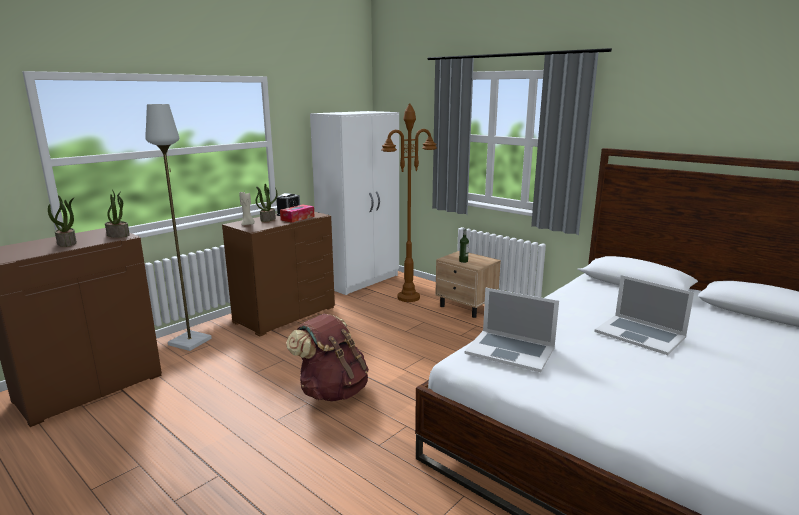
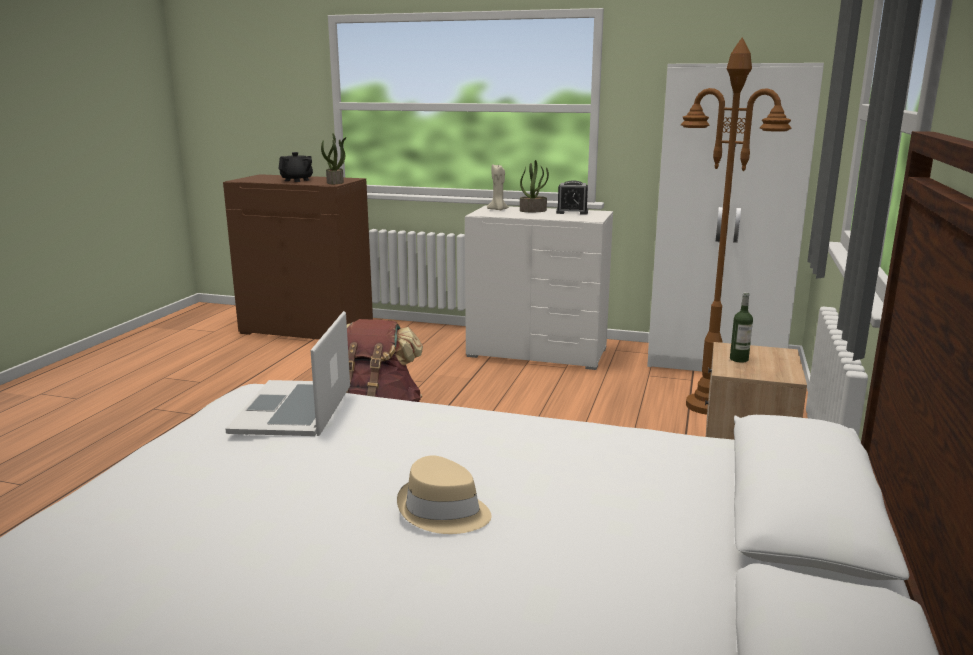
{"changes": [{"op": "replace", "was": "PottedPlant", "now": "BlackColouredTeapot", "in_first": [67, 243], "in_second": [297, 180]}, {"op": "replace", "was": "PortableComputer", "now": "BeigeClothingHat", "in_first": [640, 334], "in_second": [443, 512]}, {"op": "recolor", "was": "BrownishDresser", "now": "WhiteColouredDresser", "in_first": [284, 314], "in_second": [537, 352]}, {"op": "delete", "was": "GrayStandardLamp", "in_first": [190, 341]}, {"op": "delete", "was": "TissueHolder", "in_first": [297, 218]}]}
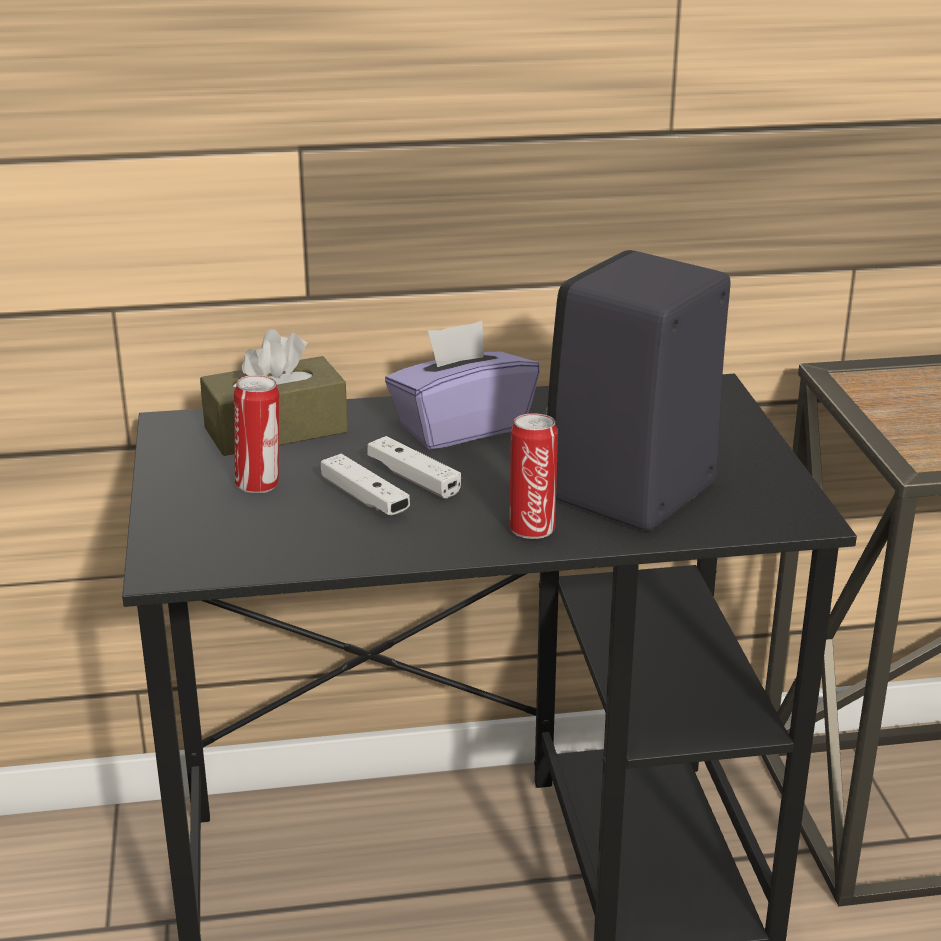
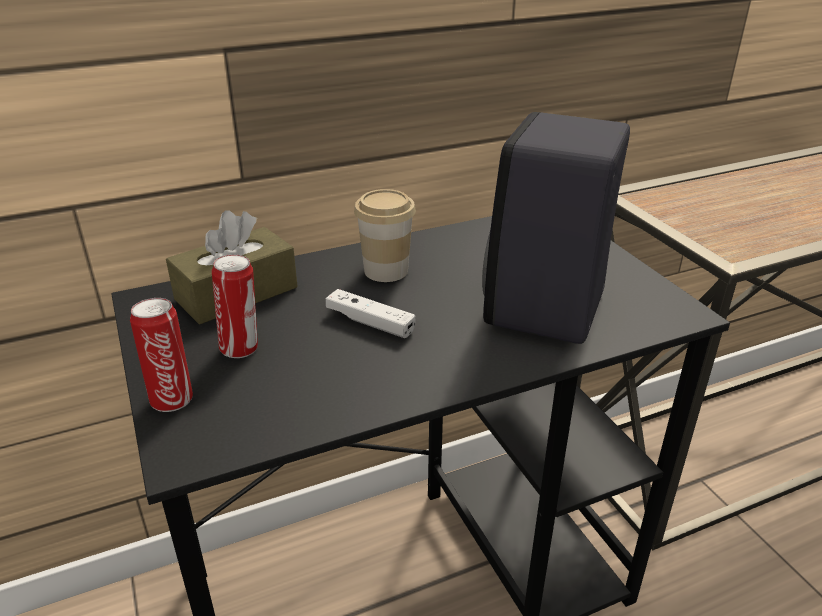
{"changes": [{"op": "move", "was": "Can", "in_first": [532, 528], "in_second": [172, 399]}, {"op": "replace", "was": "PurpleColouredTissueHolder", "now": "DrinkingCup", "in_first": [461, 427], "in_second": [386, 270]}, {"op": "delete", "was": "WhiteColouredGameController", "in_first": [364, 498]}]}
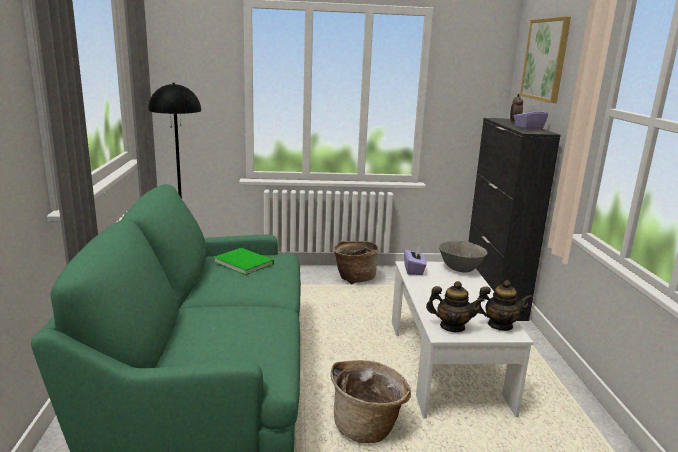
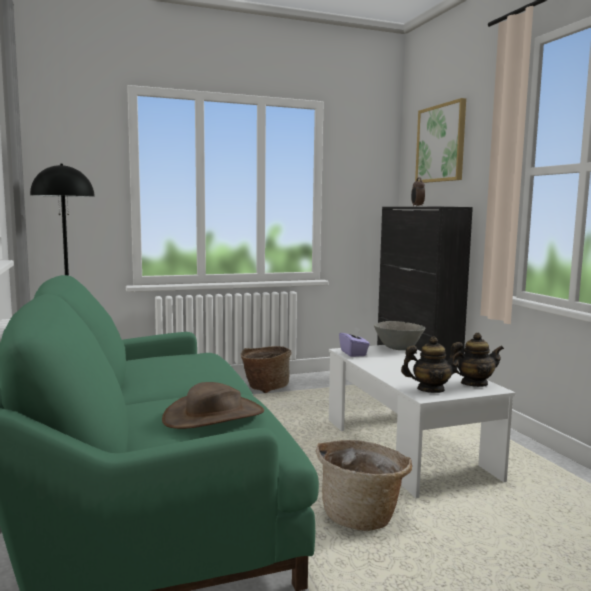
{"changes": [{"op": "insert", "now": "BrownishClothingHat", "in_second": [214, 416]}, {"op": "delete", "was": "GreenishBook", "in_first": [243, 262]}, {"op": "delete", "was": "PurpleColouredTissueHolder", "in_first": [528, 128]}]}
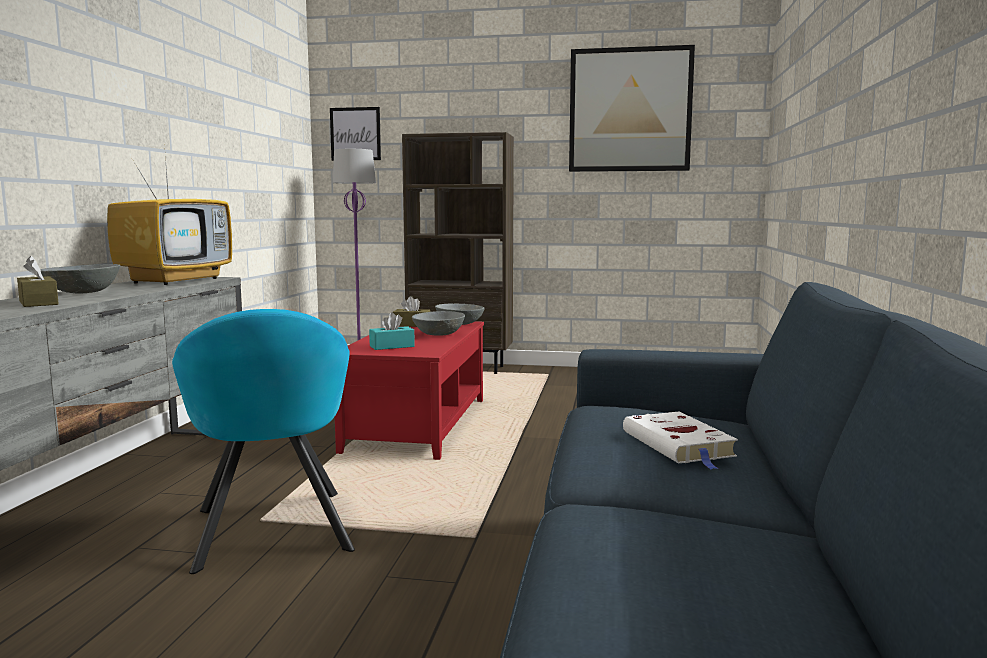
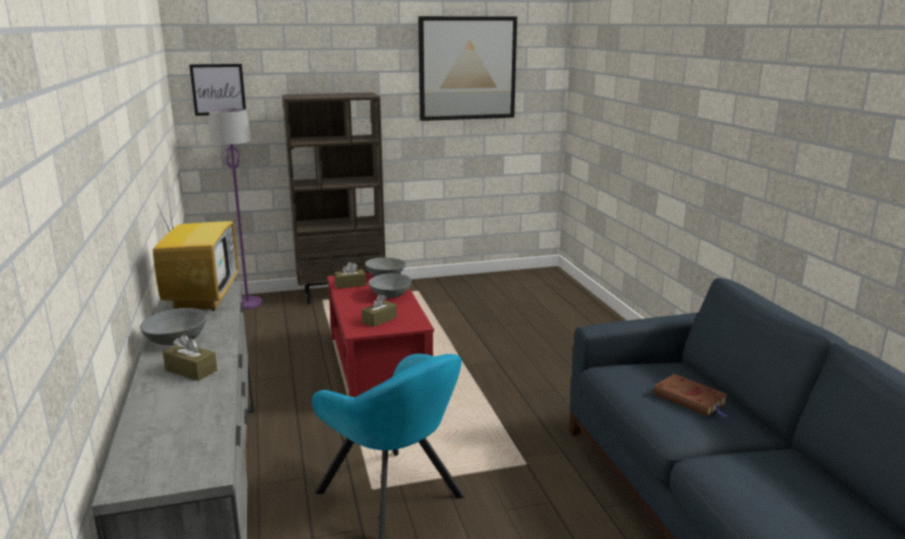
{"changes": [{"op": "recolor", "was": "BlueGreenTissueHolder", "now": "BrownishTissueHolder", "in_first": [392, 346], "in_second": [379, 320]}, {"op": "recolor", "was": "WhiteColouredBook", "now": "BrownishBook", "in_first": [680, 445], "in_second": [691, 400]}]}
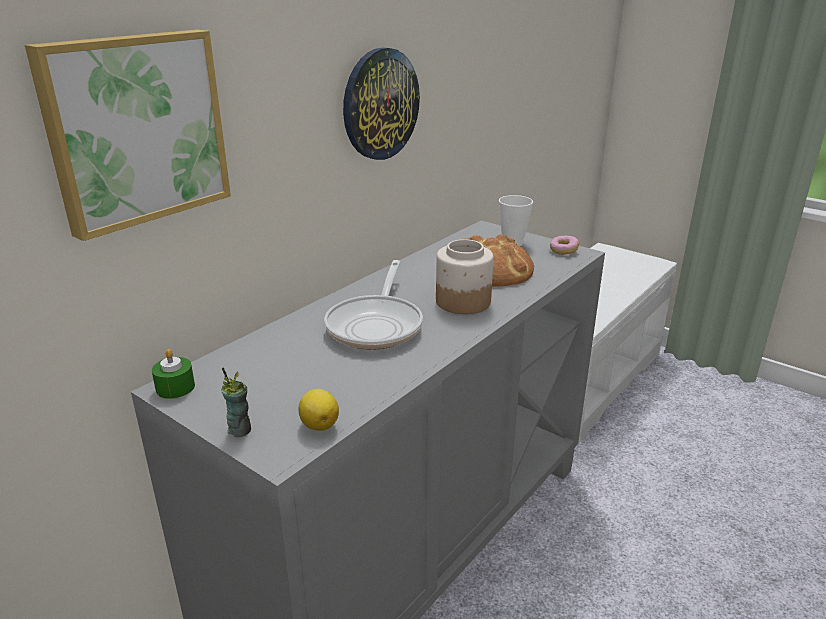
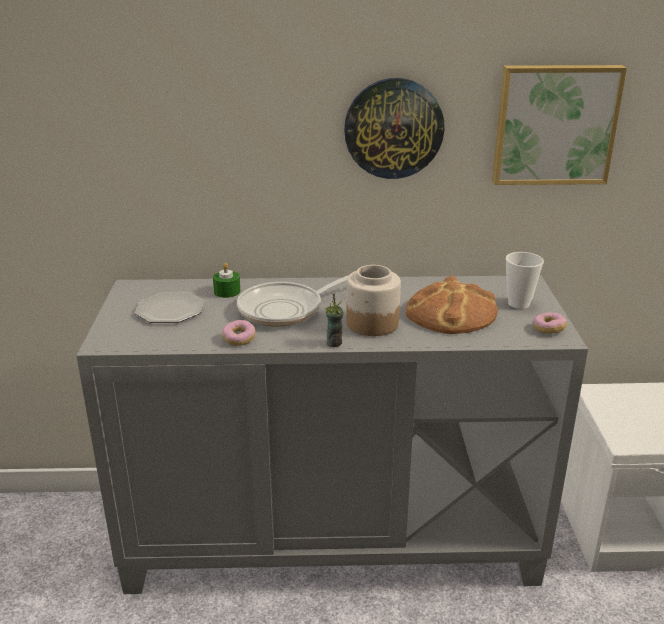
{"changes": [{"op": "insert", "now": "DinnerPlate", "in_second": [170, 310]}, {"op": "move", "was": "GreenishWaxLight", "in_first": [175, 387], "in_second": [227, 291]}, {"op": "insert", "now": "Donut", "in_second": [239, 339]}, {"op": "move", "was": "DrinkingCup", "in_first": [240, 430], "in_second": [334, 343]}, {"op": "move", "was": "WallPicture", "in_first": [136, 129], "in_second": [554, 124]}, {"op": "delete", "was": "CitrusFruit", "in_first": [319, 424]}]}
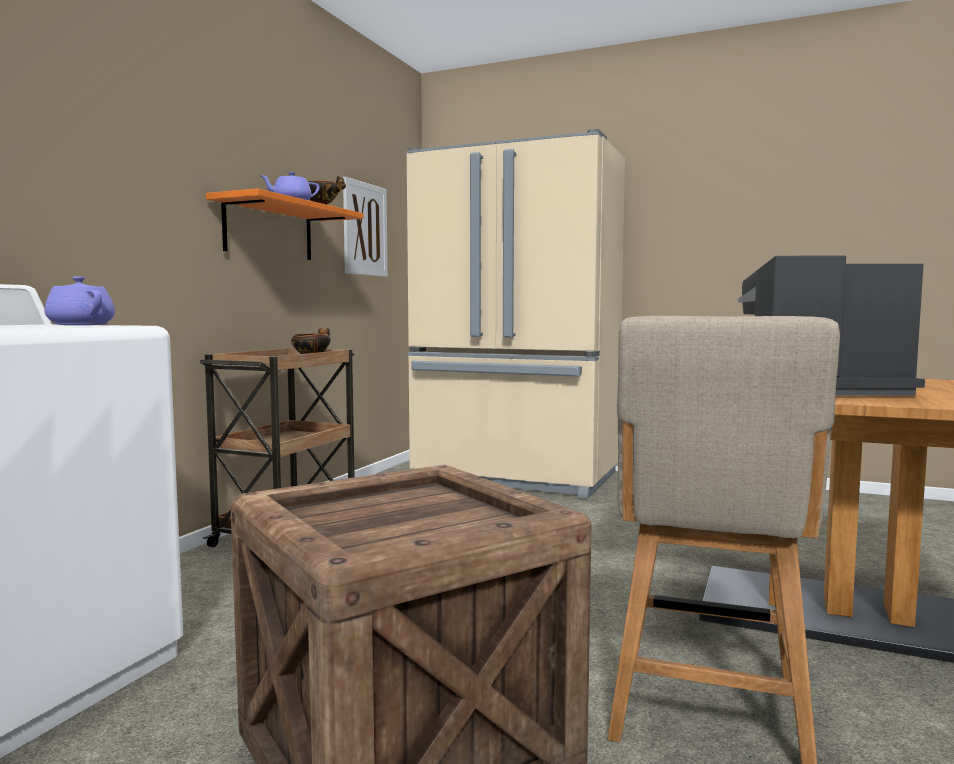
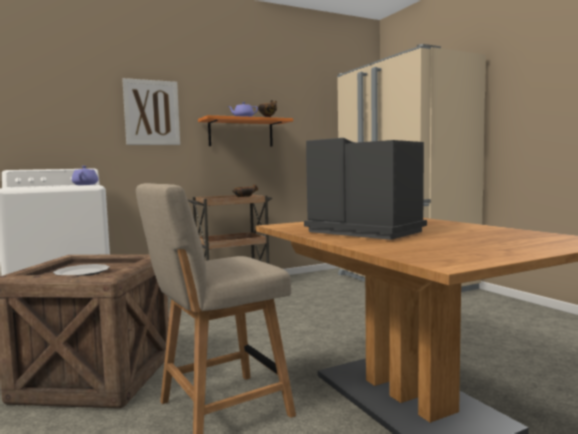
{"changes": [{"op": "insert", "now": "DinnerPlate", "in_second": [83, 272]}, {"op": "move", "was": "WallPicture", "in_first": [365, 229], "in_second": [152, 112]}]}
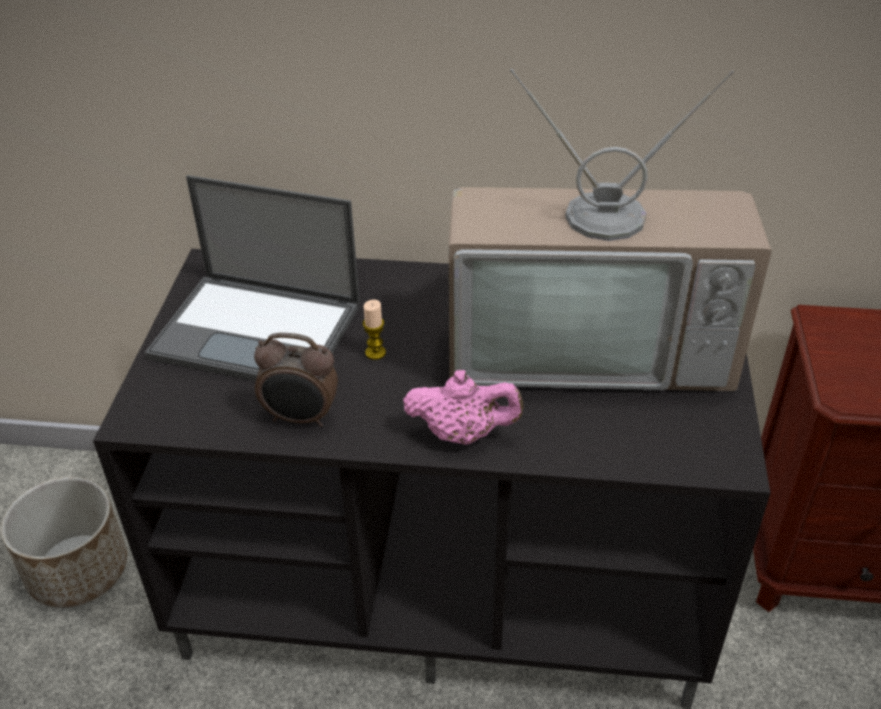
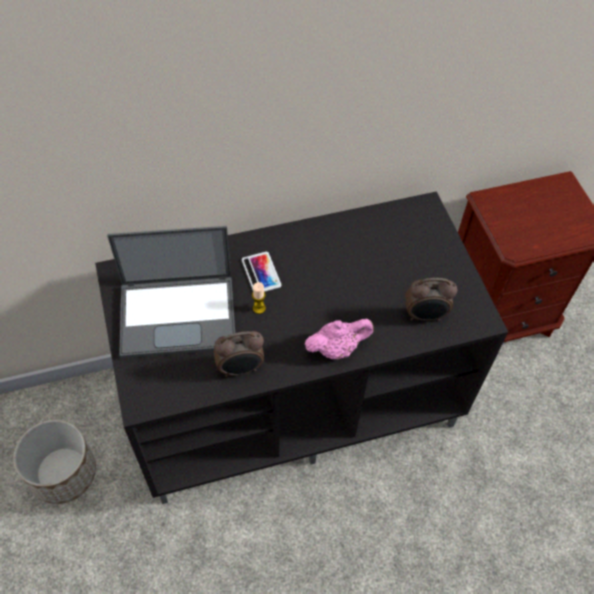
{"changes": [{"op": "insert", "now": "Telephone", "in_second": [261, 273]}, {"op": "insert", "now": "BedsideClock", "in_second": [425, 316]}, {"op": "delete", "was": "Television", "in_first": [590, 344]}]}
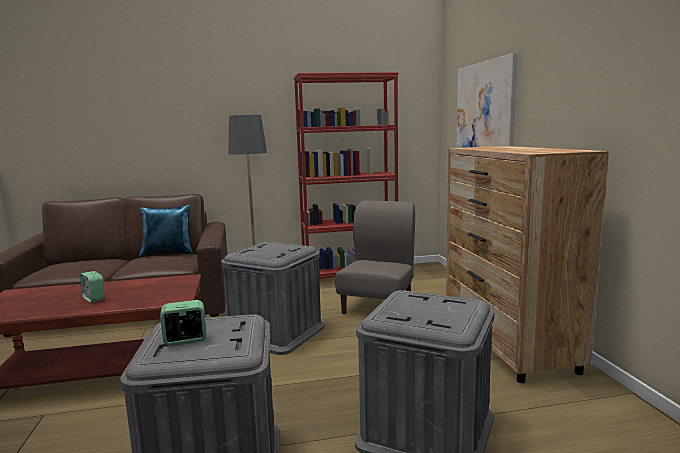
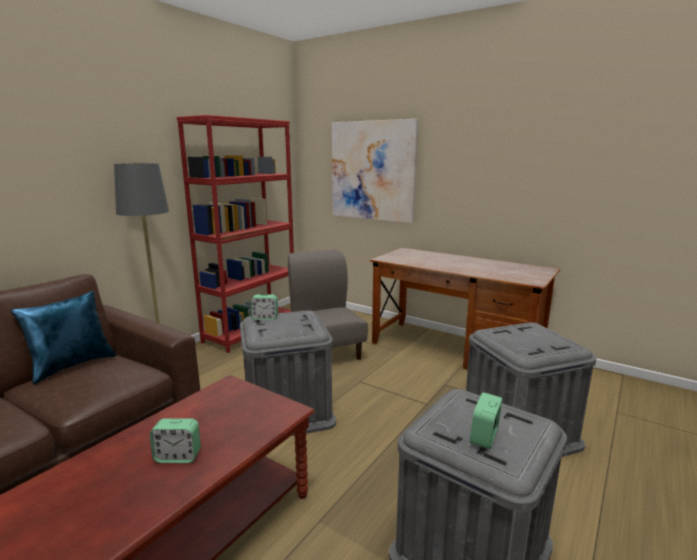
{"changes": [{"op": "insert", "now": "BedsideClock", "in_second": [265, 318]}, {"op": "replace", "was": "BrownishDresser", "now": "DeskUnit", "in_first": [508, 344], "in_second": [455, 351]}]}
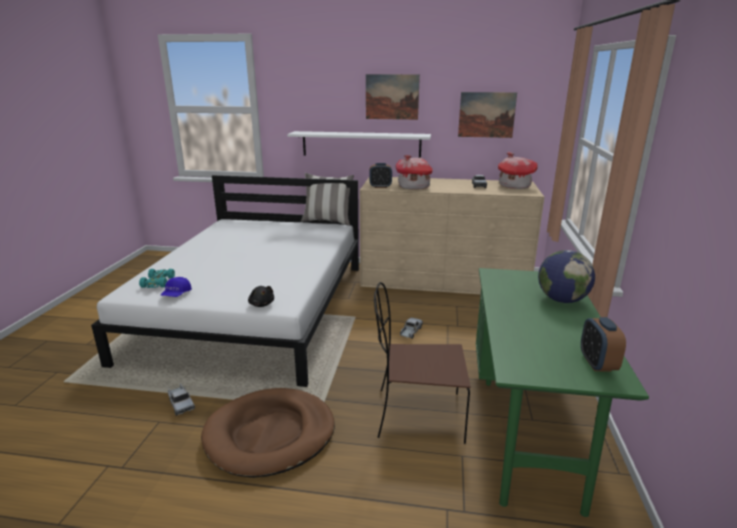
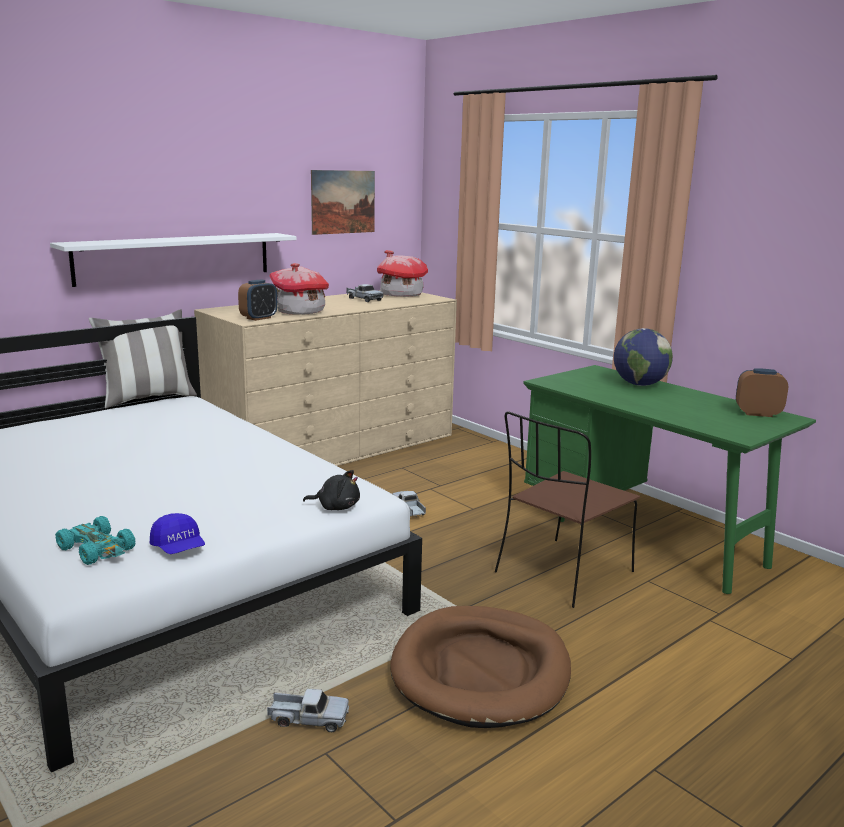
{"changes": [{"op": "rotate", "was": "BedsideClock", "in_first": [597, 363], "in_second": [757, 413], "clockwise": 150}, {"op": "delete", "was": "WallPicture", "in_first": [392, 97]}]}
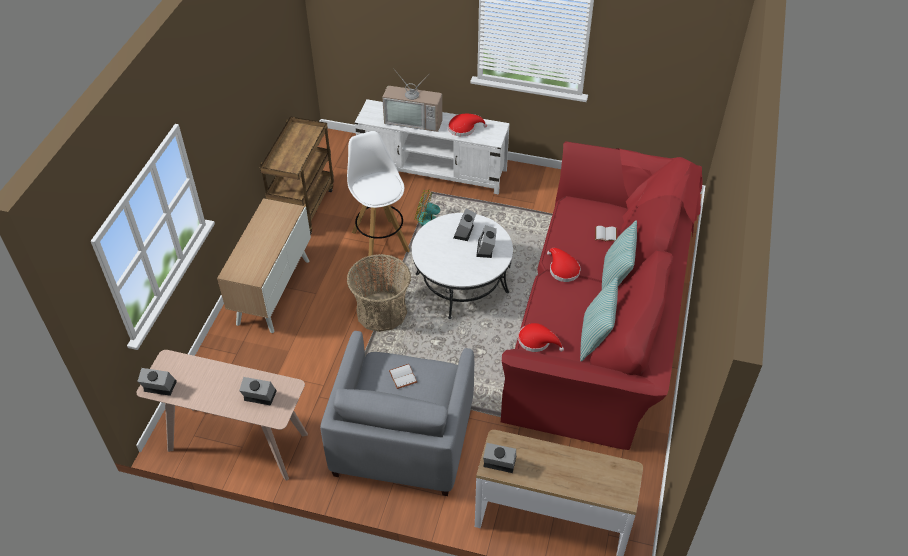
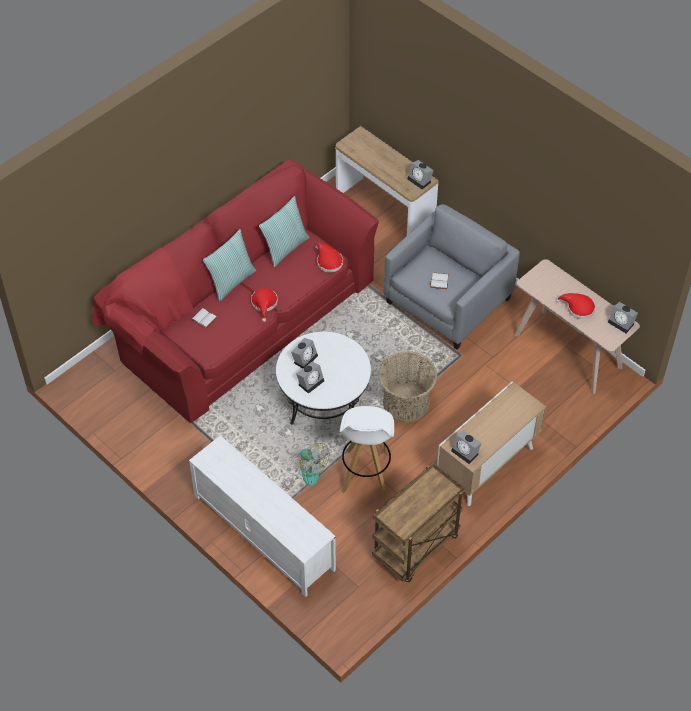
{"changes": [{"op": "move", "was": "BedsideClock", "in_first": [258, 396], "in_second": [466, 452]}, {"op": "move", "was": "RedColouredClothingHat", "in_first": [464, 128], "in_second": [578, 308]}, {"op": "delete", "was": "Television", "in_first": [414, 119]}]}
